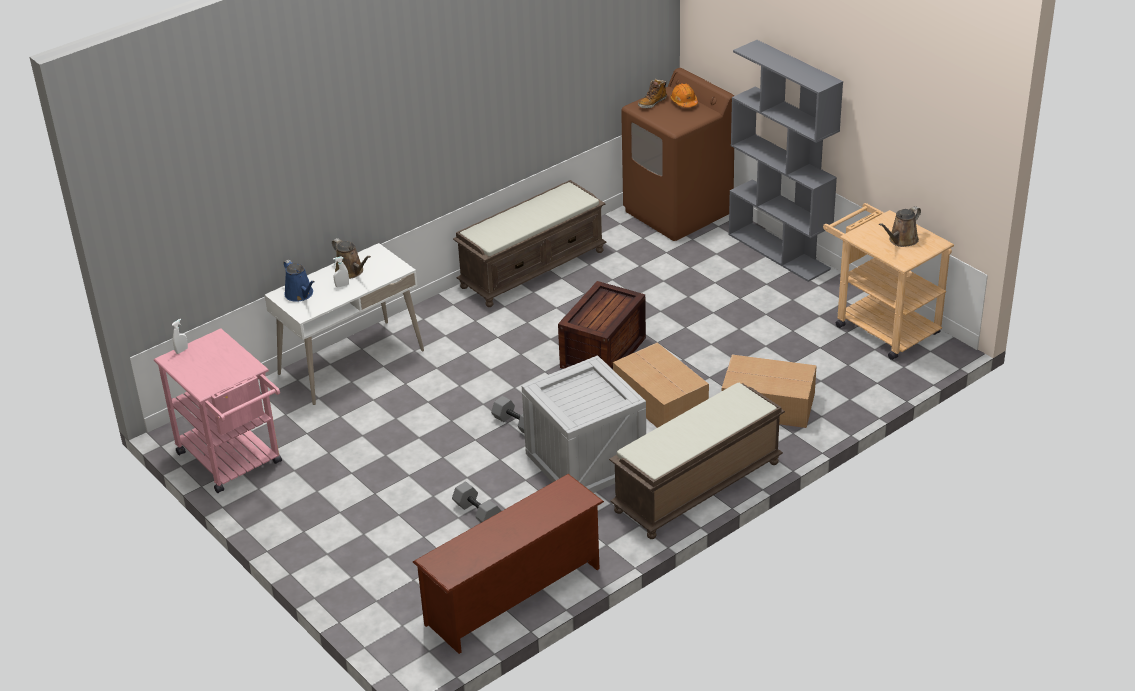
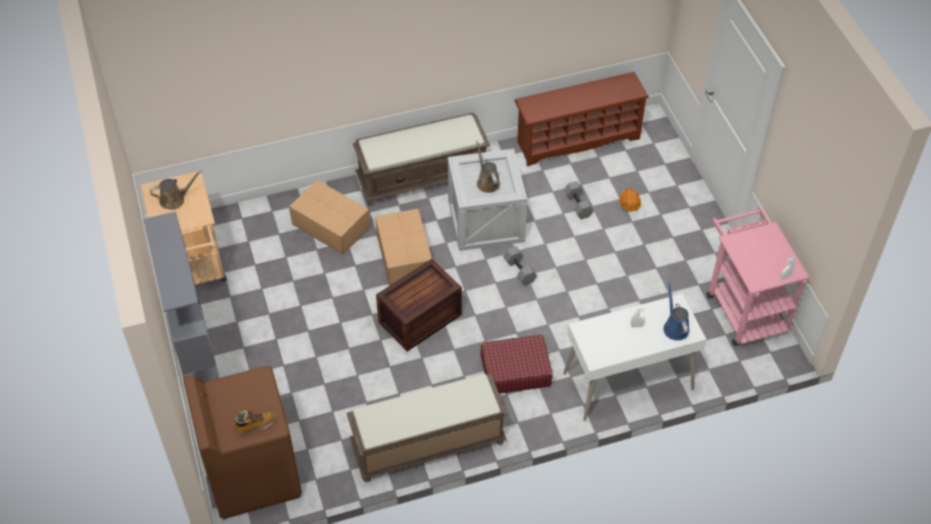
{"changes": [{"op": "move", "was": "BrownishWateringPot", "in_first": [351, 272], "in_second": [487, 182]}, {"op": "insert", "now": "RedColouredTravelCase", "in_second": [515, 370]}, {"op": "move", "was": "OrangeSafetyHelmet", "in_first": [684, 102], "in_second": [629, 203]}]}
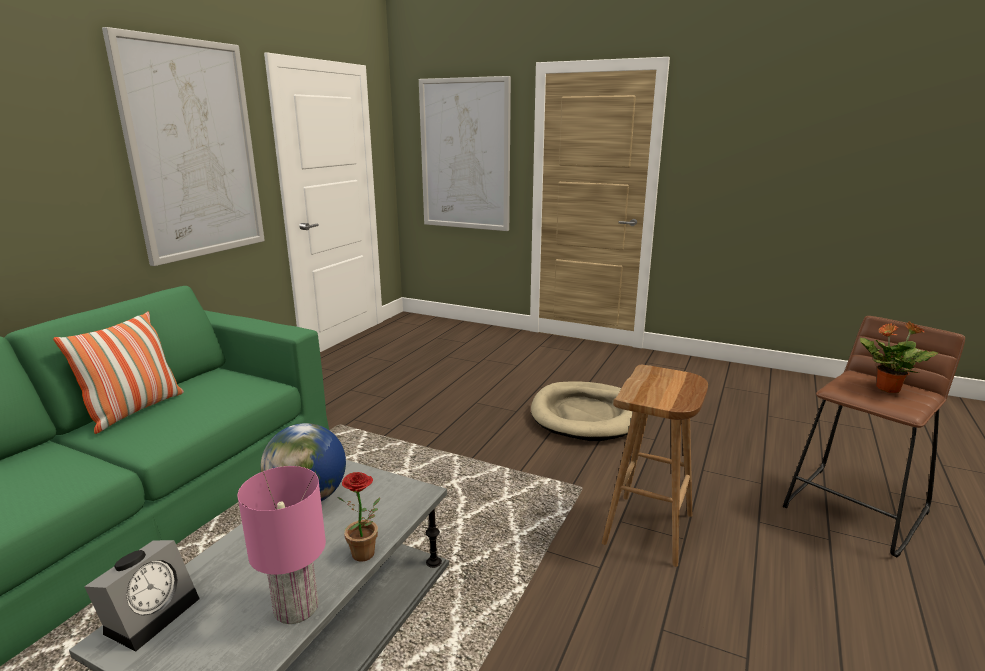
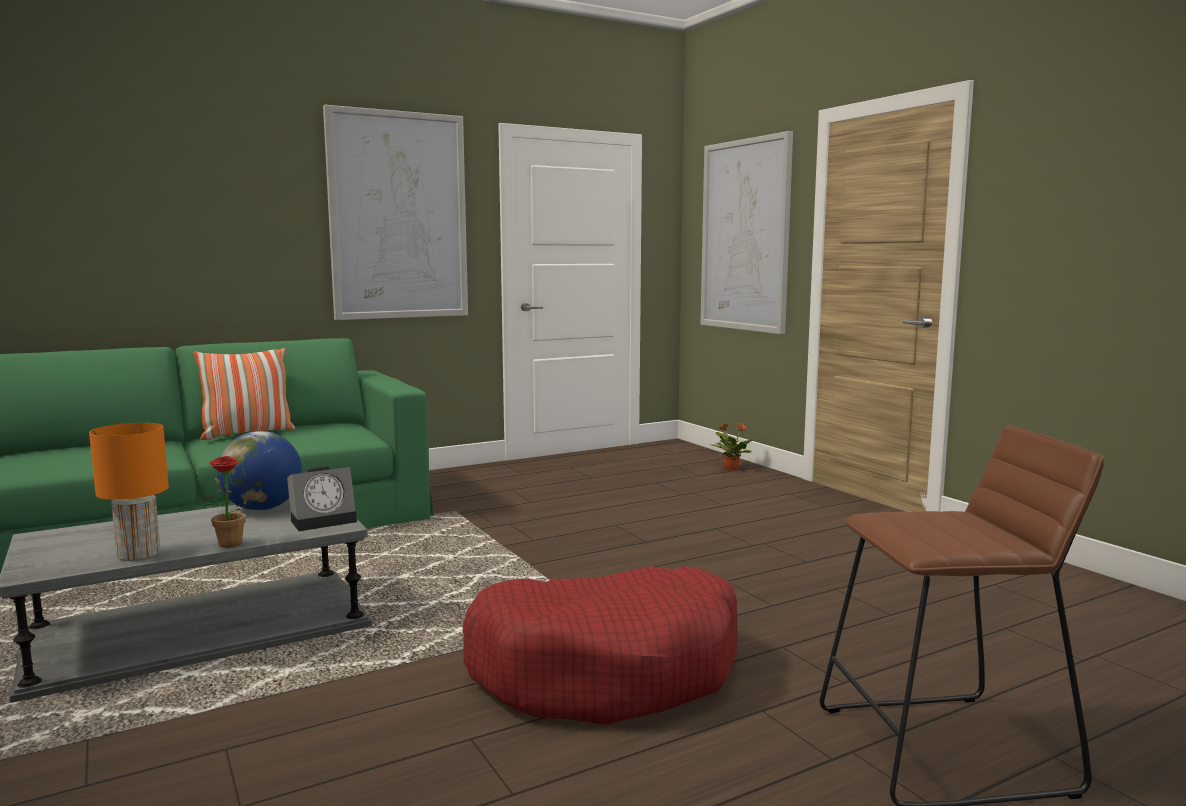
{"changes": [{"op": "recolor", "was": "PinkTableLamp", "now": "OrangeTableLamp", "in_first": [295, 609], "in_second": [137, 555]}, {"op": "move", "was": "BedsideClock", "in_first": [152, 612], "in_second": [325, 520]}, {"op": "replace", "was": "BrownishStool", "now": "RedColouredPetBed", "in_first": [649, 530], "in_second": [607, 670]}, {"op": "move", "was": "PottedPlant", "in_first": [886, 388], "in_second": [730, 468]}, {"op": "delete", "was": "BeigePetBed", "in_first": [585, 415]}]}
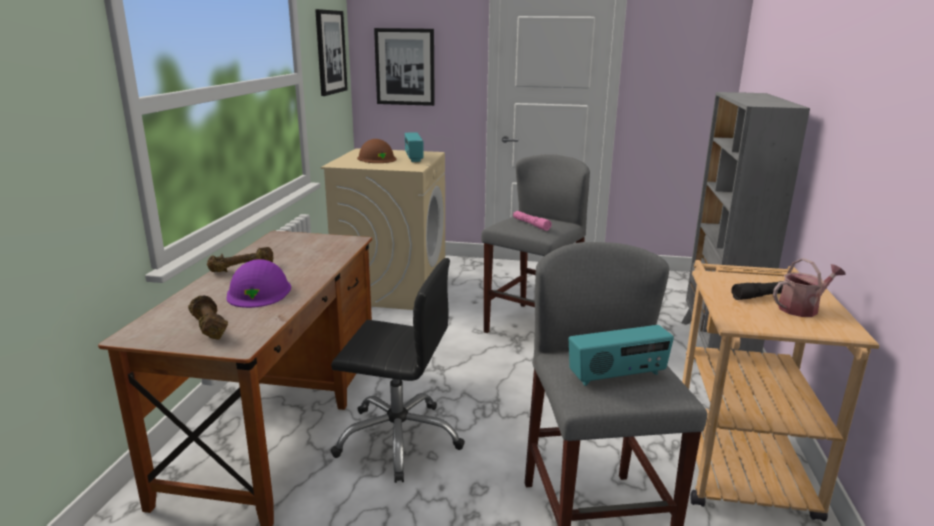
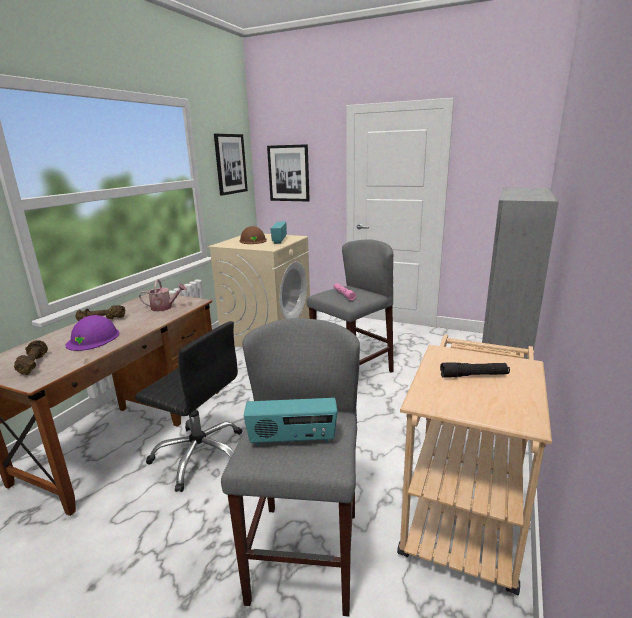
{"changes": [{"op": "move", "was": "WateringPot", "in_first": [802, 308], "in_second": [164, 307]}]}
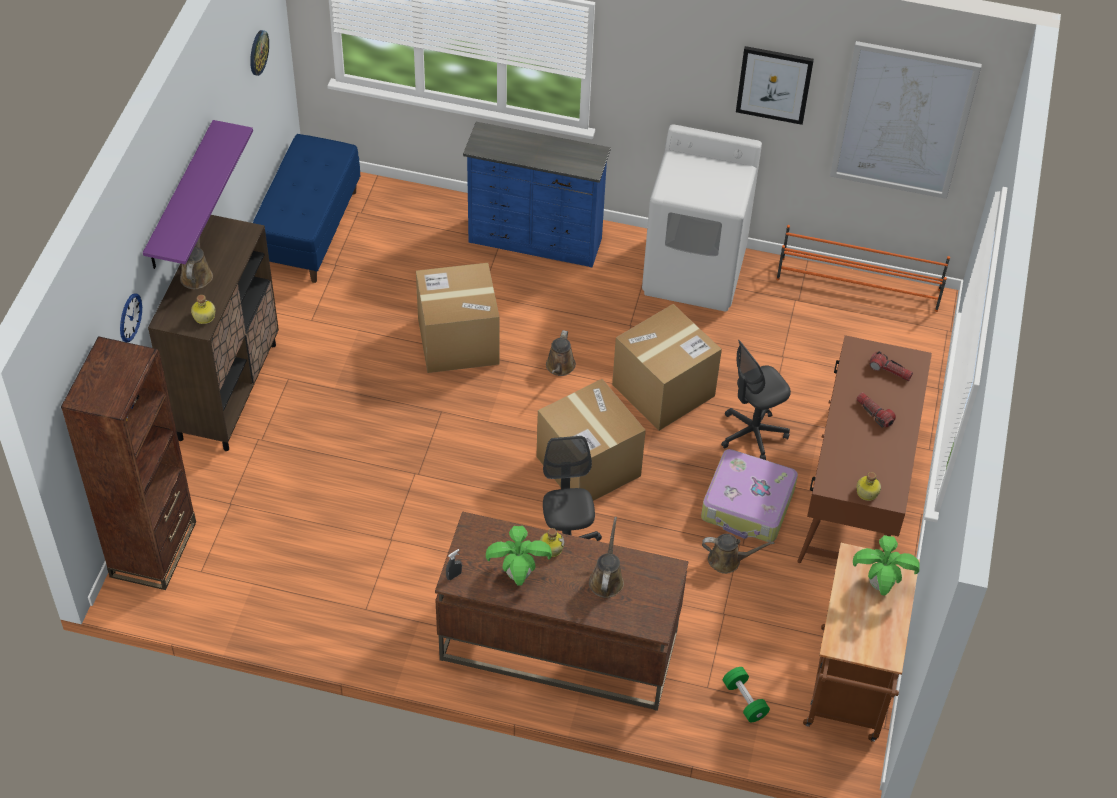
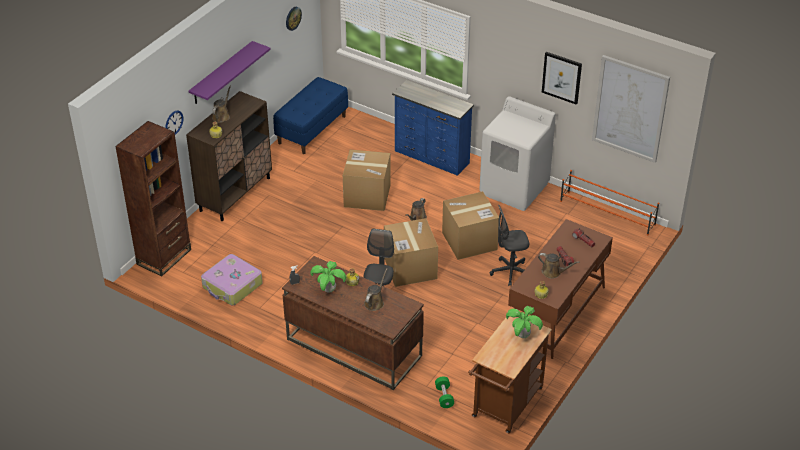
{"changes": [{"op": "move", "was": "TravelCase", "in_first": [748, 505], "in_second": [232, 286]}, {"op": "move", "was": "BrownishWateringPot", "in_first": [728, 560], "in_second": [553, 272]}]}
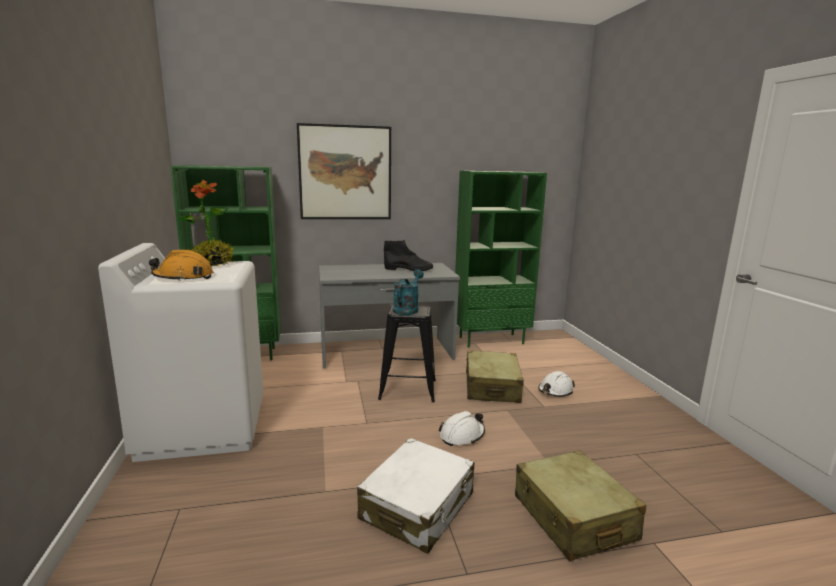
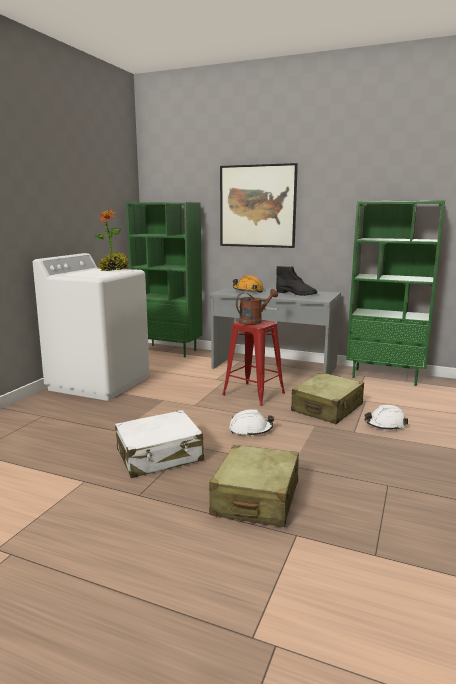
{"changes": [{"op": "recolor", "was": "BlackColouredStool", "now": "RedColouredStool", "in_first": [408, 389], "in_second": [254, 394]}, {"op": "move", "was": "OrangeSafetyHelmet", "in_first": [183, 277], "in_second": [248, 291]}, {"op": "recolor", "was": "BlueGreenWateringPot", "now": "BrownishWateringPot", "in_first": [407, 309], "in_second": [254, 321]}]}
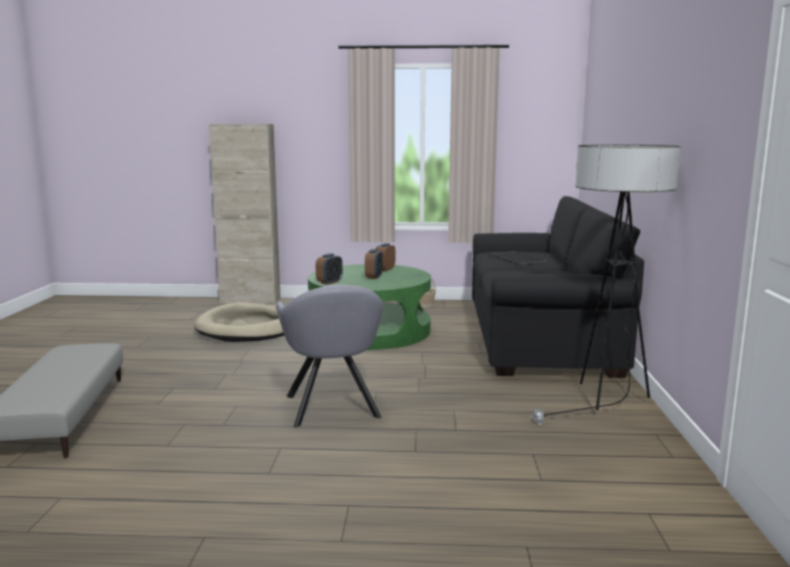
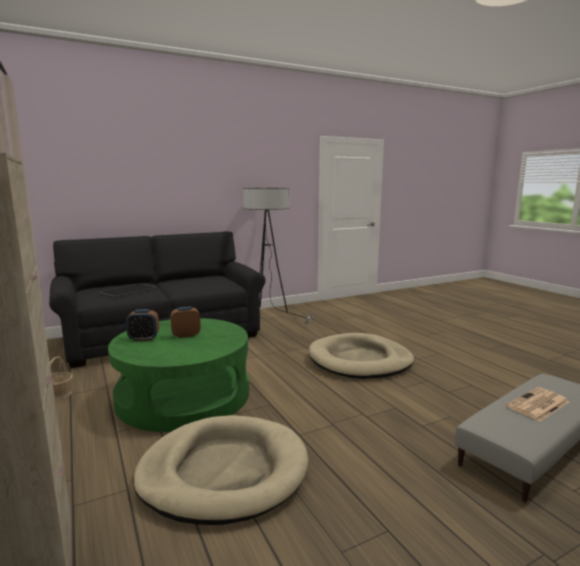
{"changes": [{"op": "replace", "was": "GrayLoungeChair", "now": "BeigePetBed", "in_first": [332, 409], "in_second": [360, 360]}, {"op": "insert", "now": "PrintedPaper", "in_second": [538, 405]}, {"op": "delete", "was": "BedsideClock", "in_first": [329, 282]}]}
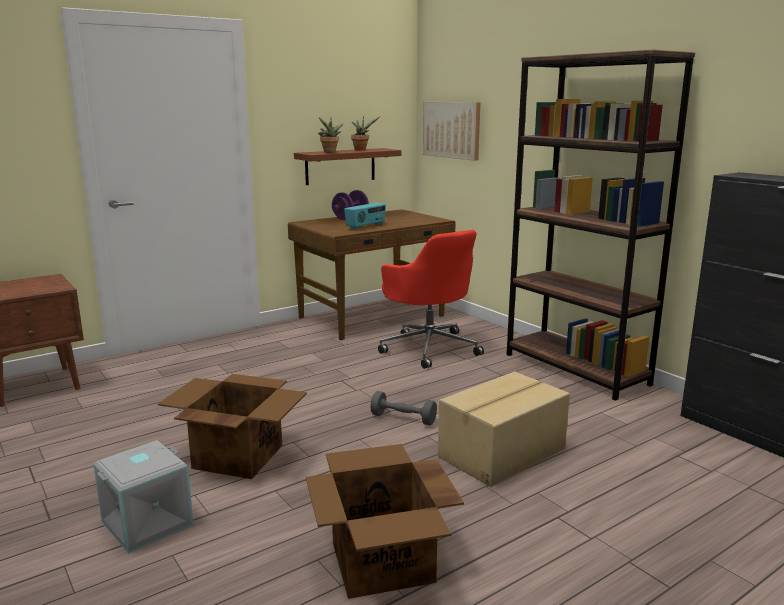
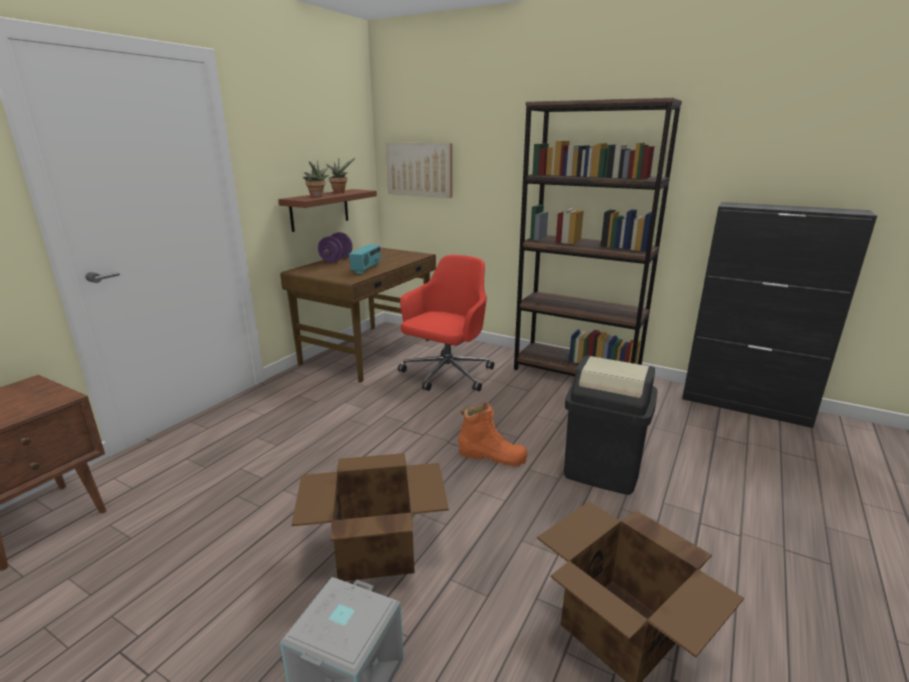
{"changes": [{"op": "rotate", "was": "RedColouredDeskChair", "in_first": [429, 347], "in_second": [446, 375], "clockwise": -90}, {"op": "replace", "was": "GrayFreeWeight", "now": "OrangeBoot", "in_first": [403, 419], "in_second": [492, 456]}, {"op": "replace", "was": "CardboardBox", "now": "BlackColouredRubbishBin", "in_first": [503, 453], "in_second": [602, 469]}]}
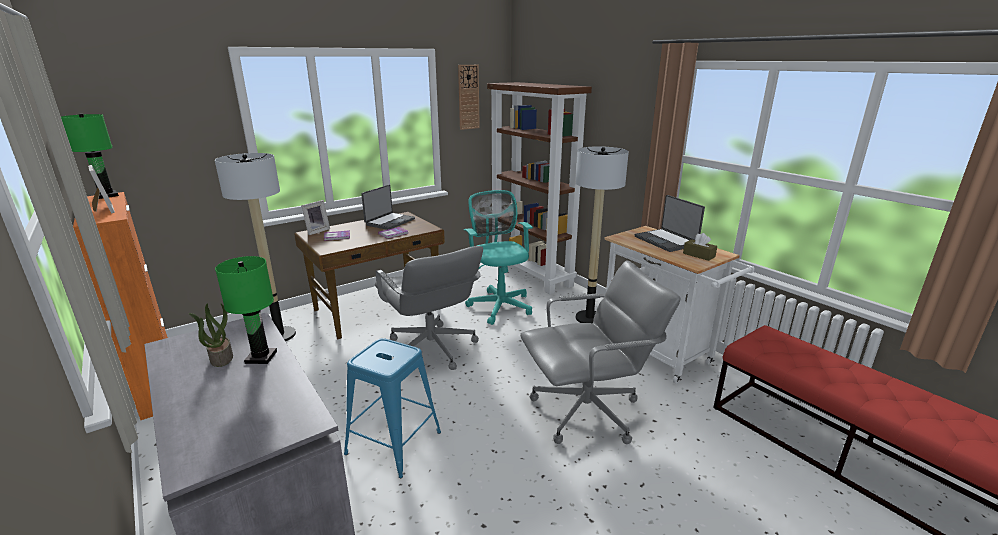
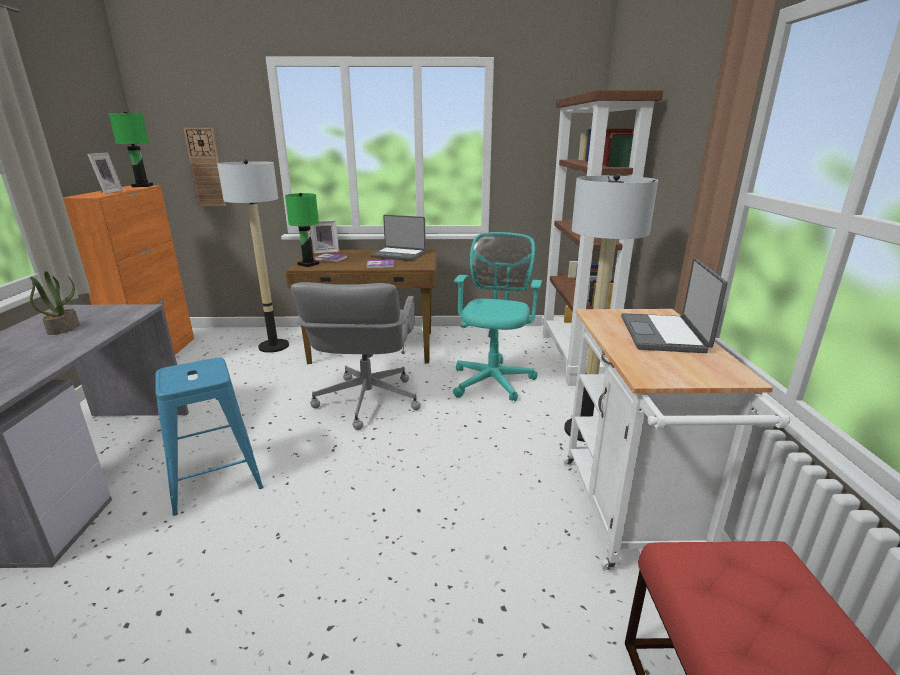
{"changes": [{"op": "move", "was": "ClockOnTheWall", "in_first": [468, 97], "in_second": [206, 167]}, {"op": "move", "was": "GreenishTableLamp", "in_first": [261, 357], "in_second": [308, 264]}, {"op": "rotate", "was": "PortableComputer", "in_first": [389, 222], "in_second": [399, 255], "clockwise": 45}, {"op": "delete", "was": "GrayDeskChair", "in_first": [587, 412]}, {"op": "delete", "was": "BrownishTissueHolder", "in_first": [699, 255]}]}
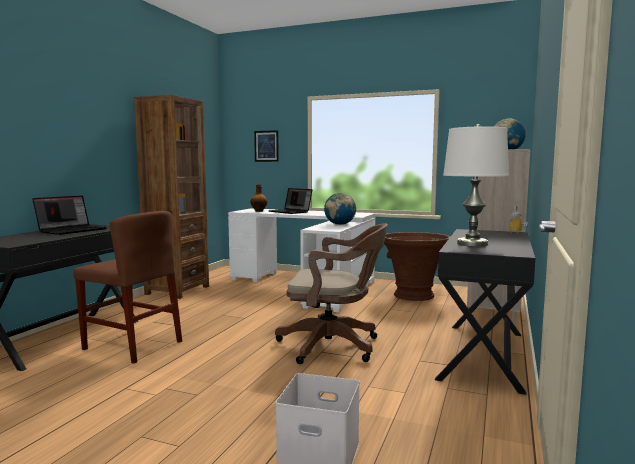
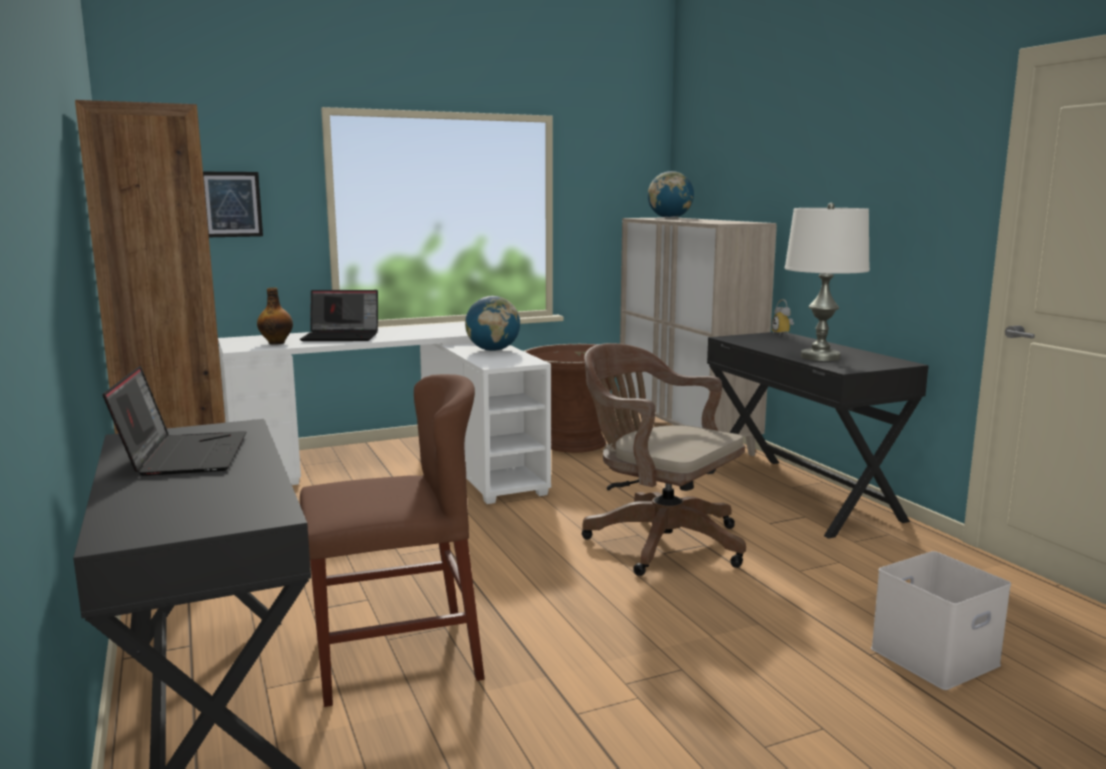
{"changes": [{"op": "rotate", "was": "BrownishDeskChair", "in_first": [334, 346], "in_second": [658, 540], "clockwise": -105}]}
